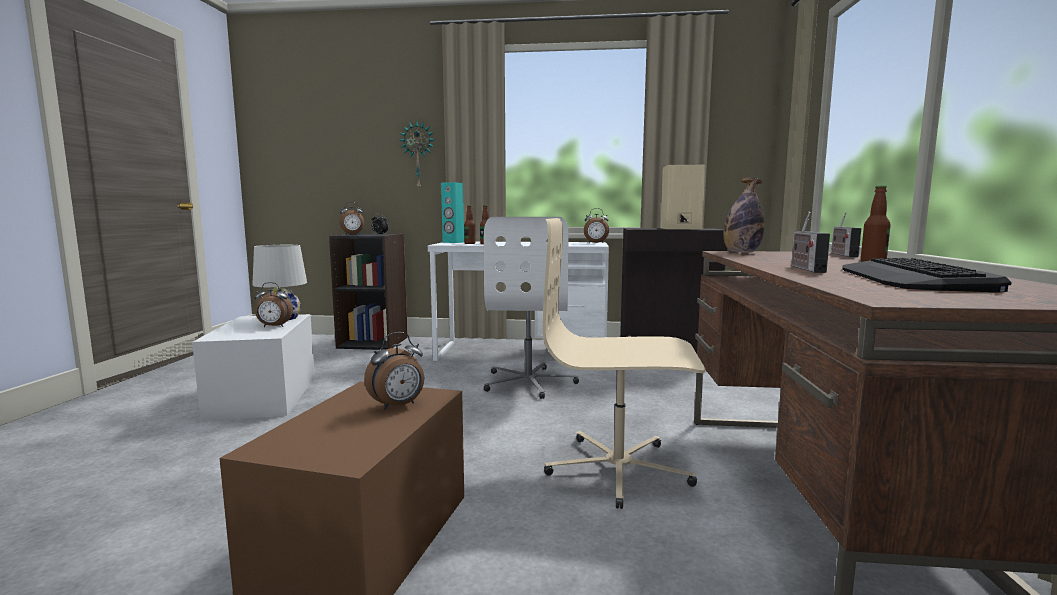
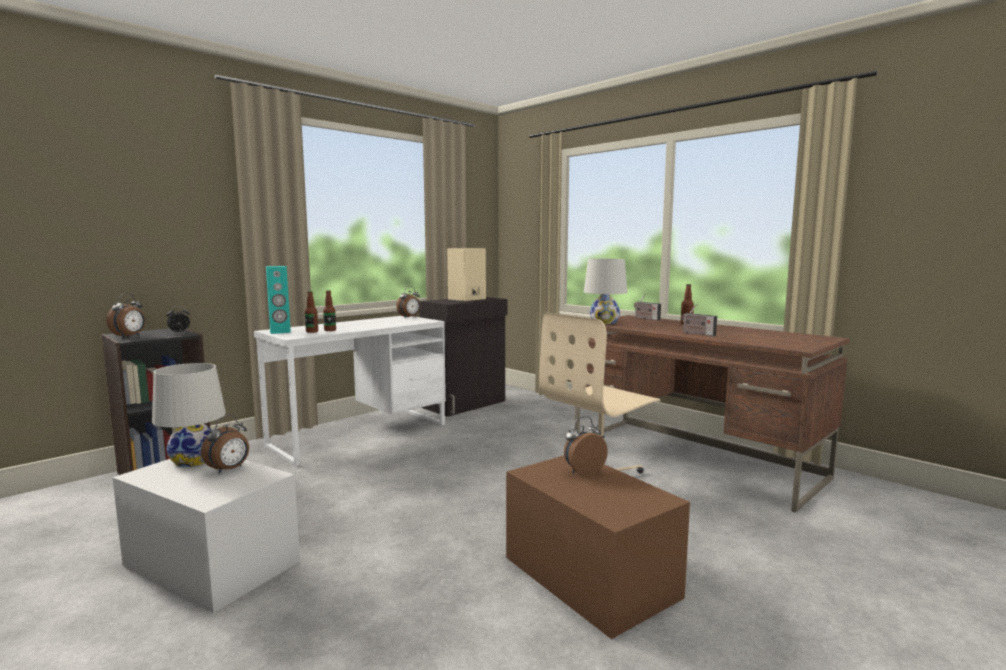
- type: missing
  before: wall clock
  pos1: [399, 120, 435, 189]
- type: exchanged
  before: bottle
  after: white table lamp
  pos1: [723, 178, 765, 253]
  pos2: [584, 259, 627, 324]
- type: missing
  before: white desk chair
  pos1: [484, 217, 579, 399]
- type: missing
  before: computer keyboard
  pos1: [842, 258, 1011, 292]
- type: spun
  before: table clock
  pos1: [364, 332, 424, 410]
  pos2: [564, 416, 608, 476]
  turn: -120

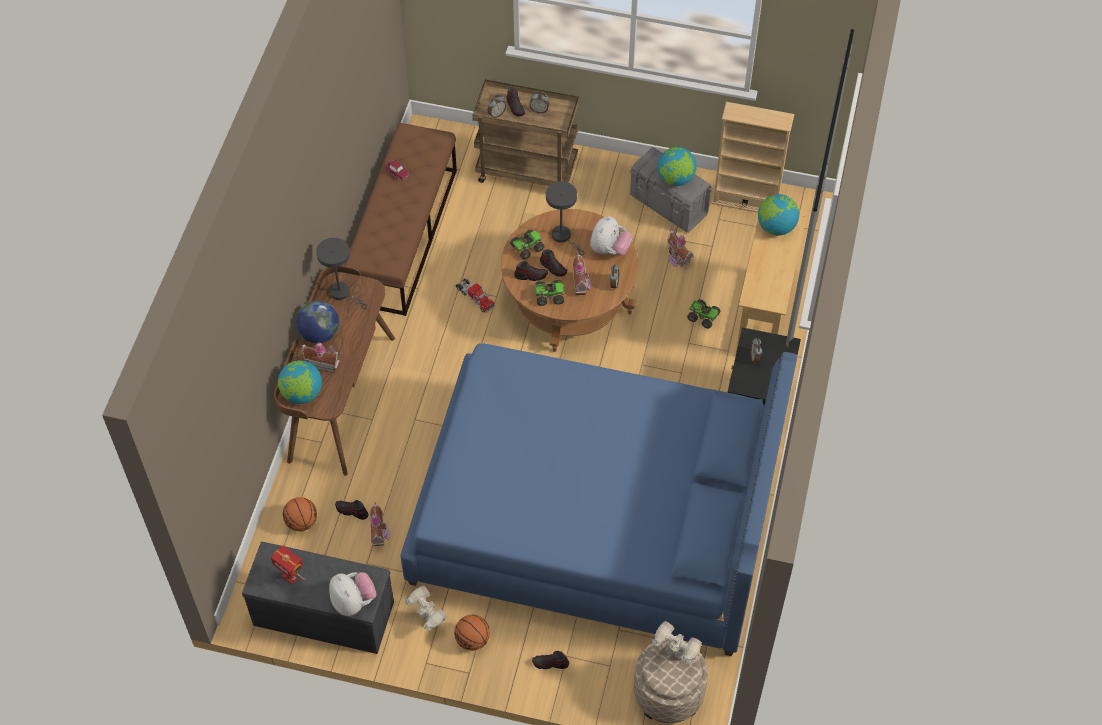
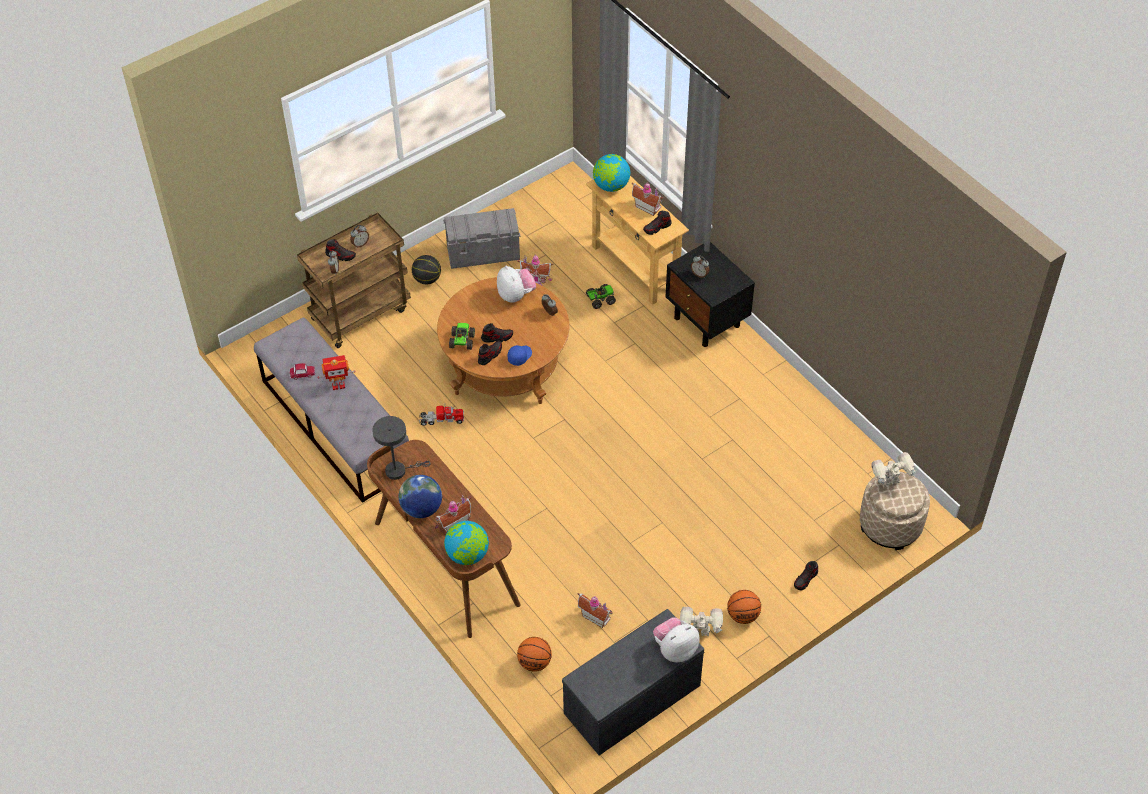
- type: missing
  before: beige shelving unit
  pos1: [712, 102, 794, 213]
- type: colour
  before: brown bench
  after: gray bench
  pos1: [344, 123, 457, 316]
  pos2: [254, 317, 409, 503]
- type: missing
  before: world globe
  pos1: [657, 147, 697, 186]
- type: missing
  before: gray table lamp
  pos1: [546, 181, 584, 256]
- type: relocated
  before: toy house
  pos1: [572, 252, 591, 295]
  pos2: [632, 182, 663, 216]
- type: exchanged
  before: model truck
  after: blue-coloured cap
  pos1: [535, 280, 564, 306]
  pos2: [508, 345, 532, 366]
- type: missing
  before: blue-coloured bed
  pos1: [401, 343, 797, 656]
- type: relocated
  before: item of footwear
  pos1: [335, 500, 368, 520]
  pos2: [643, 211, 672, 235]
- type: relocated
  before: toy robot
  pos1: [271, 545, 305, 584]
  pos2: [317, 355, 356, 390]
- type: spun
  before: soft toy
  pos1: [329, 572, 377, 616]
  pos2: [653, 617, 699, 662]
  turn: -45
- type: appeared
  after: basketball ball
  pos2: [412, 255, 441, 284]

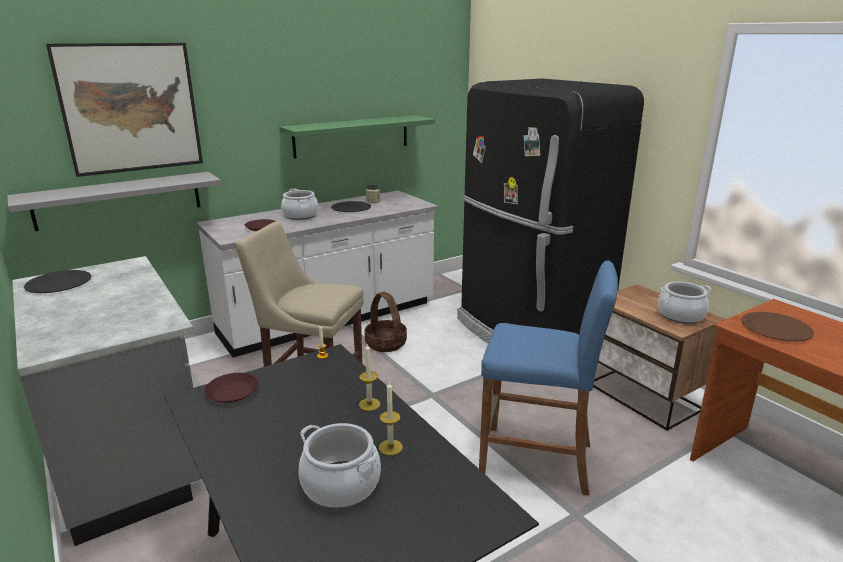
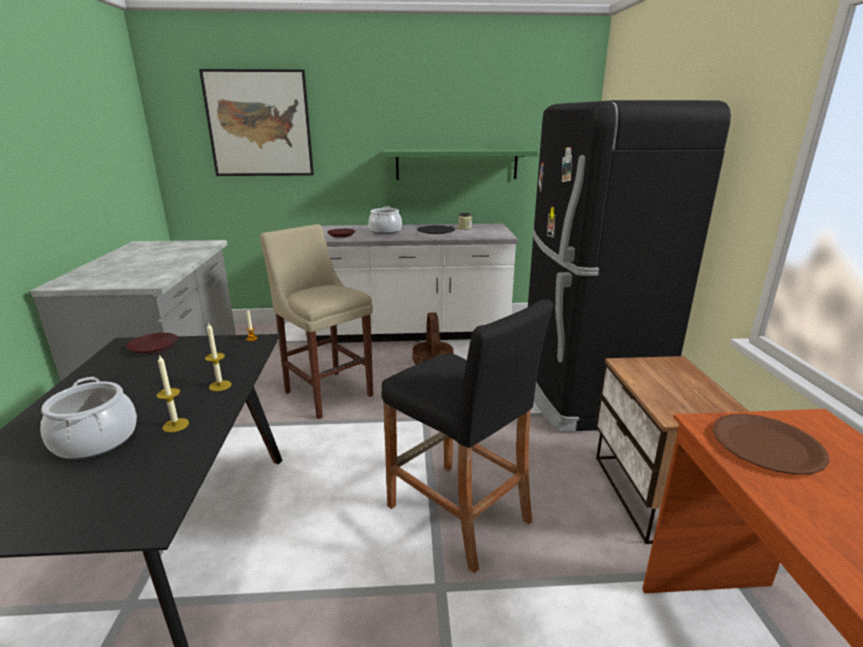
- type: missing
  before: gray wall shelf
  pos1: [7, 172, 221, 231]
- type: colour
  before: blue-coloured stool seat
  after: black-coloured stool seat
  pos1: [479, 260, 618, 495]
  pos2: [381, 299, 553, 574]
- type: missing
  before: black-coloured dinner plate
  pos1: [24, 270, 92, 293]
- type: missing
  before: stockpot
  pos1: [658, 282, 712, 323]

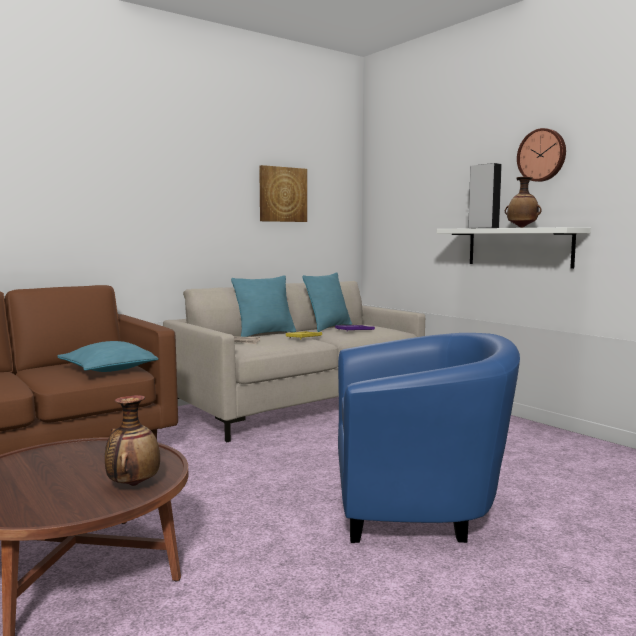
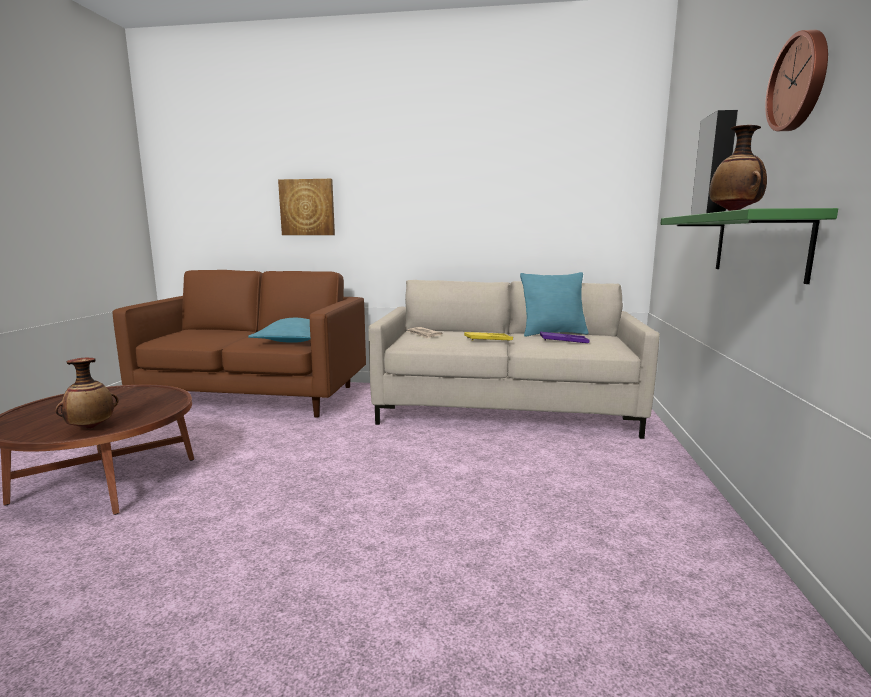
- type: relocated
  before: picture
  pos1: [259, 165, 307, 222]
  pos2: [278, 179, 335, 235]
- type: colour
  before: white wall shelf
  after: green-coloured wall shelf
  pos1: [437, 227, 591, 269]
  pos2: [660, 208, 838, 284]
- type: missing
  before: turquoise-coloured throw pillow
  pos1: [231, 275, 296, 337]
- type: missing
  before: blue-coloured easy chair
  pos1: [338, 333, 520, 543]

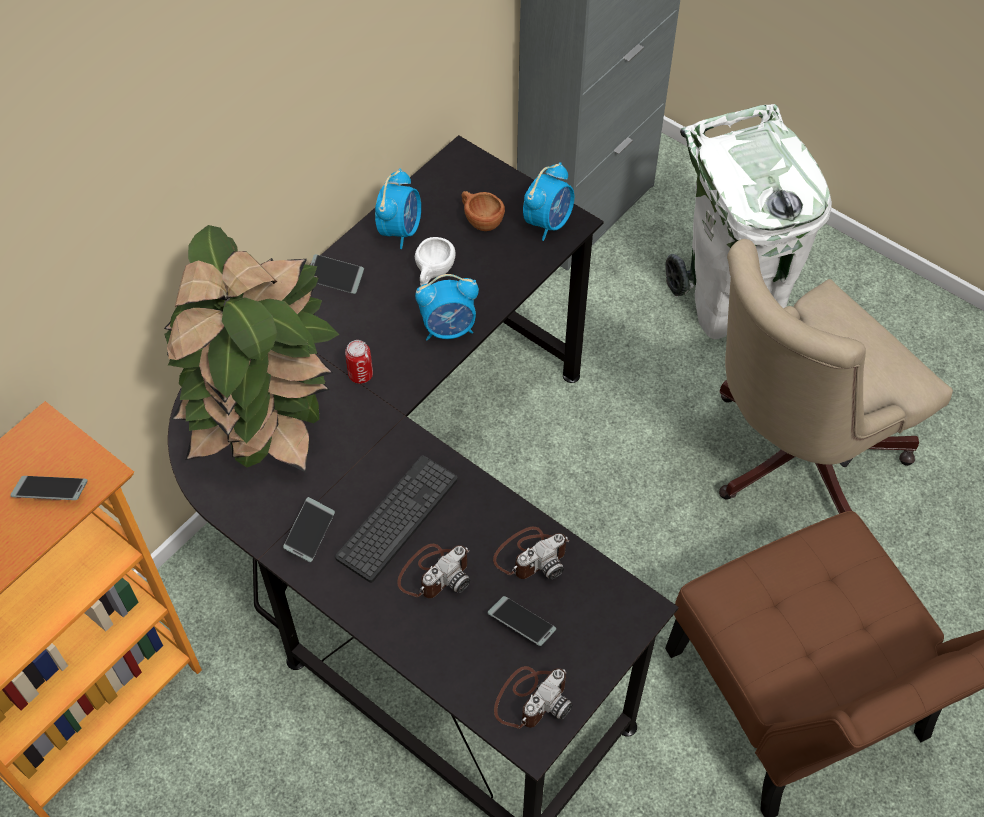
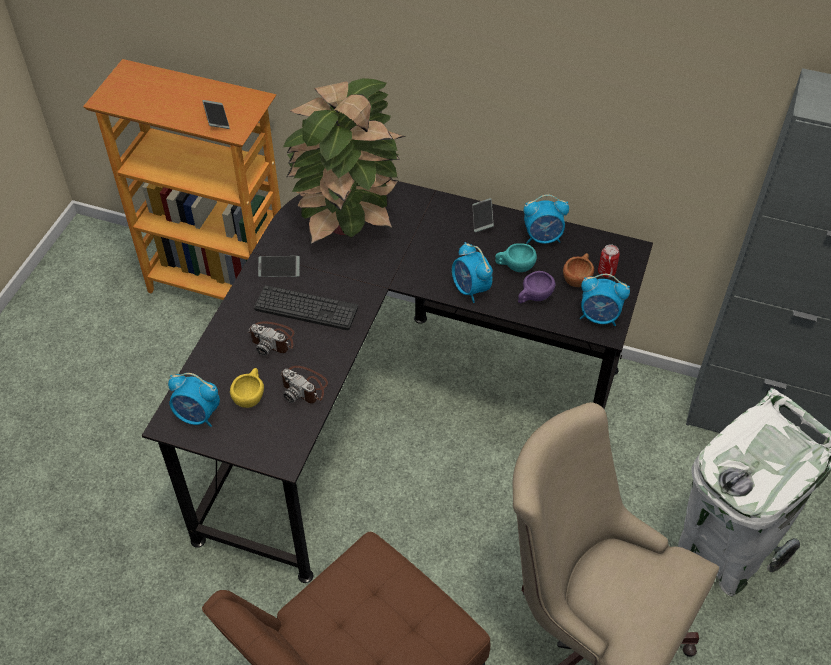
- type: colour
  before: white small cup
  after: turquoise-coloured small cup
  pos1: [415, 237, 456, 286]
  pos2: [495, 243, 537, 272]
- type: relocated
  before: sealed can
  pos1: [345, 340, 373, 384]
  pos2: [598, 244, 620, 278]
- type: exchanged
  before: phone
  after: yellow-coloured small cup
  pos1: [488, 596, 556, 646]
  pos2: [230, 368, 264, 408]
- type: exchanged
  before: photo camera
  after: table clock
  pos1: [494, 666, 573, 729]
  pos2: [168, 373, 220, 427]
- type: appeared
  after: purplish small cup
  pos2: [518, 271, 555, 303]

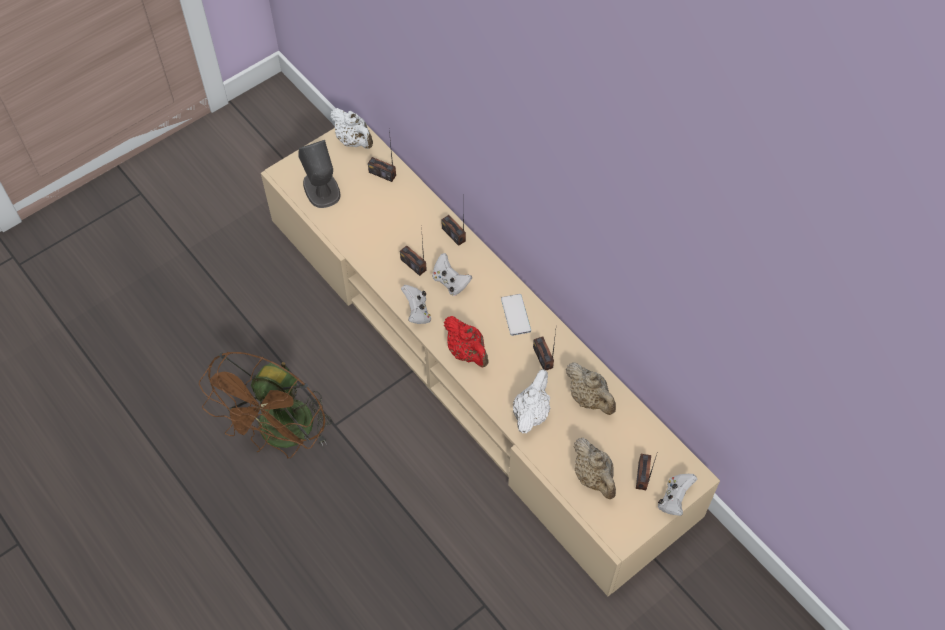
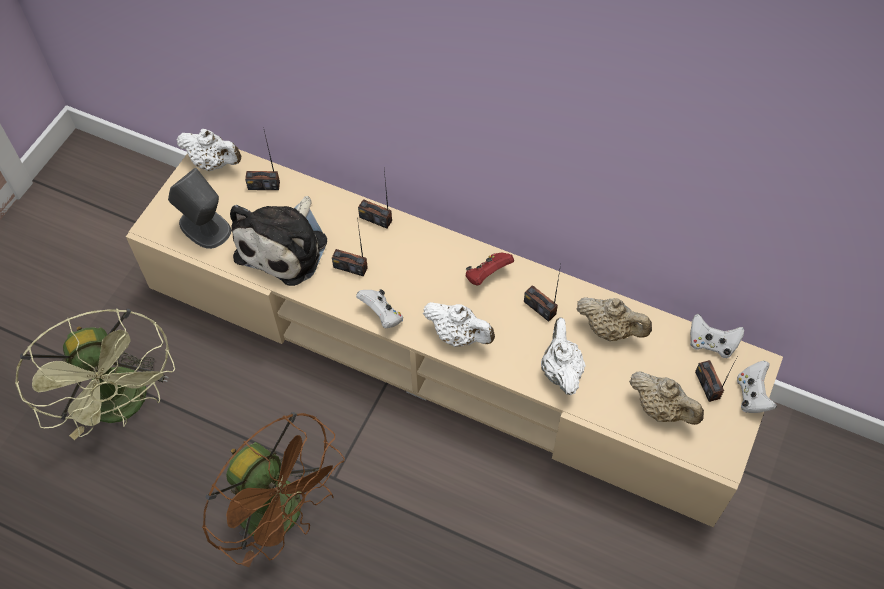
- type: relocated
  before: white game controller
  pos1: [432, 253, 472, 296]
  pos2: [690, 314, 744, 358]
- type: exchanged
  before: phone
  after: reddish game controller
  pos1: [501, 294, 531, 336]
  pos2: [466, 253, 514, 286]
- type: colour
  before: reddish tea pot
  after: white tea pot
  pos1: [444, 316, 488, 367]
  pos2: [423, 302, 495, 347]
- type: spun
  before: brown fan
  pos1: [199, 352, 333, 458]
  pos2: [202, 412, 345, 567]
  turn: -45
- type: appeared
  after: soft toy
  pos2: [230, 196, 327, 286]
- type: appeared
  after: green-coloured fan
  pos2: [15, 308, 175, 440]

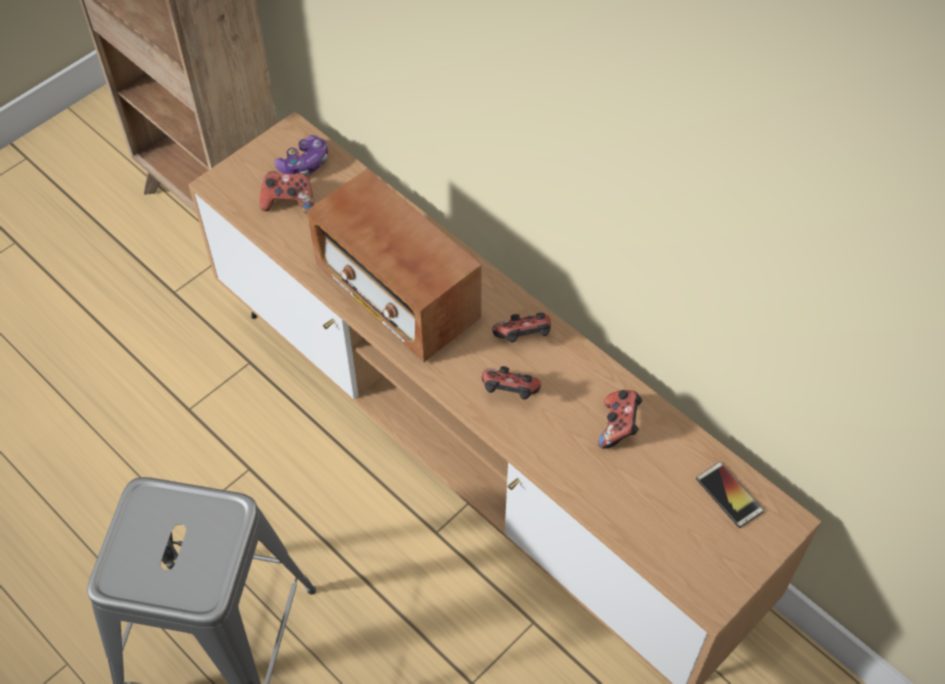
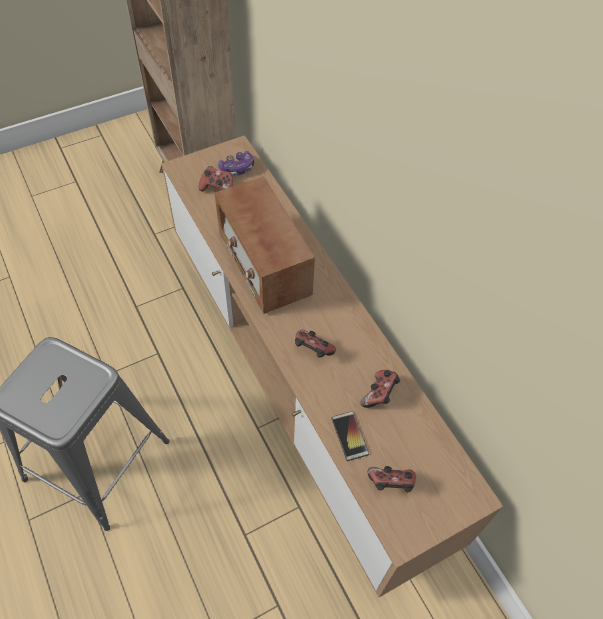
- type: relocated
  before: game controller
  pos1: [492, 313, 551, 343]
  pos2: [368, 466, 416, 492]
- type: relocated
  before: phone
  pos1: [696, 462, 764, 528]
  pos2: [331, 411, 369, 461]

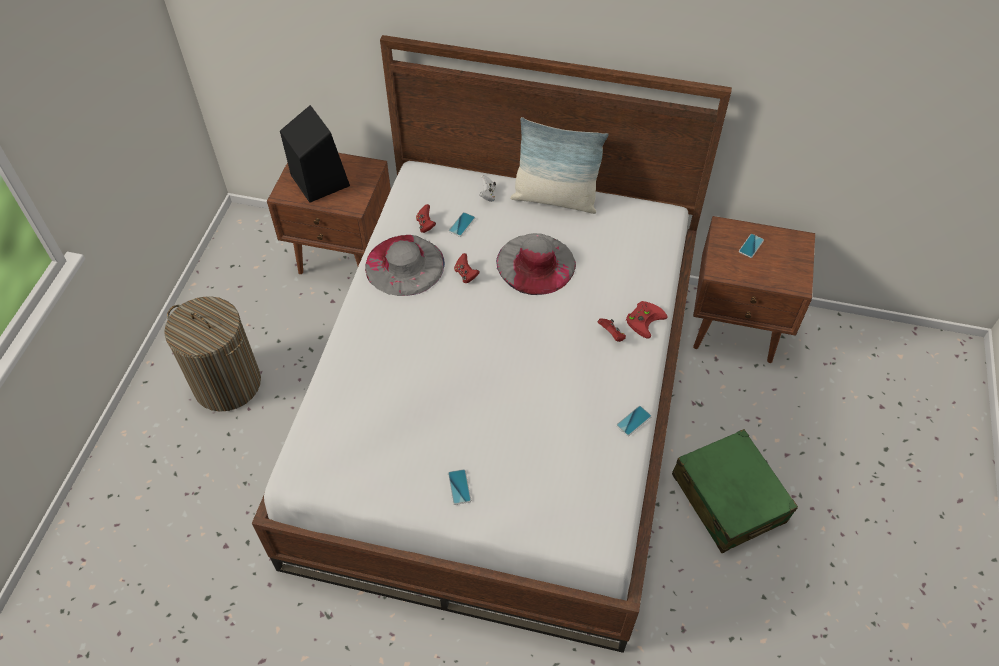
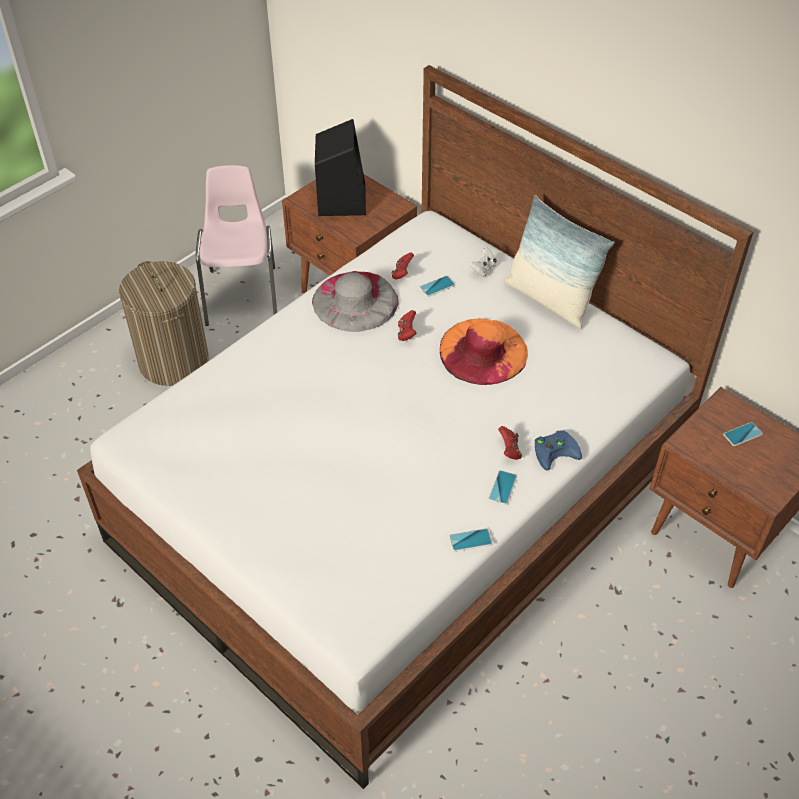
- type: colour
  before: gray hat
  after: orangey hat
  pos1: [496, 233, 576, 295]
  pos2: [440, 319, 528, 385]
- type: colour
  before: reddish game controller
  after: blue-coloured game controller
  pos1: [626, 301, 668, 338]
  pos2: [535, 430, 582, 470]
- type: missing
  before: green-coloured travel case
  pos1: [672, 429, 798, 553]
- type: relocated
  before: phone
  pos1: [448, 469, 471, 505]
  pos2: [488, 470, 517, 505]
- type: appeared
  after: pink upright chair
  pos2: [196, 165, 277, 326]

